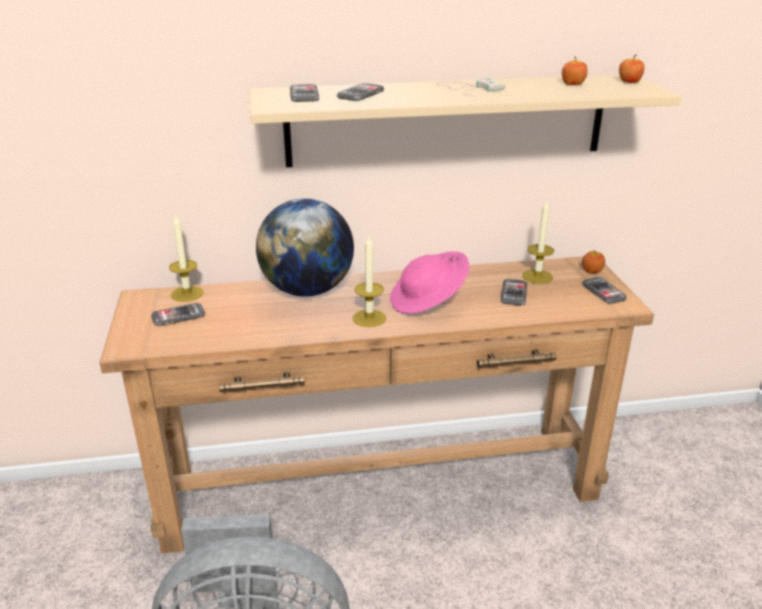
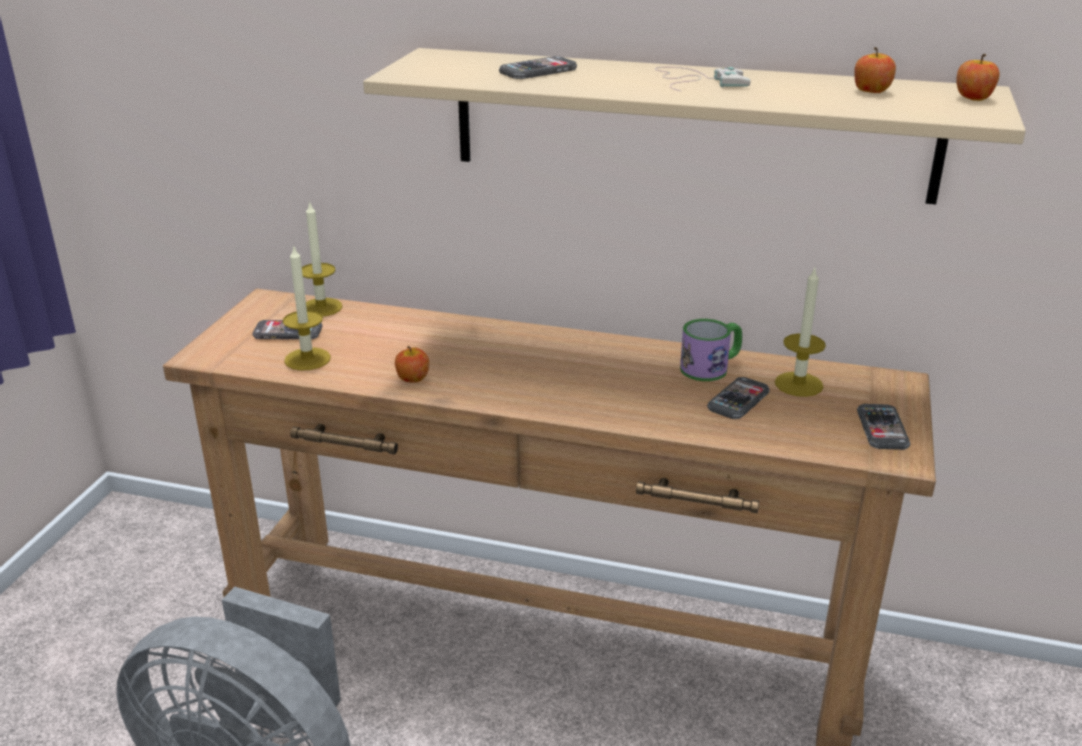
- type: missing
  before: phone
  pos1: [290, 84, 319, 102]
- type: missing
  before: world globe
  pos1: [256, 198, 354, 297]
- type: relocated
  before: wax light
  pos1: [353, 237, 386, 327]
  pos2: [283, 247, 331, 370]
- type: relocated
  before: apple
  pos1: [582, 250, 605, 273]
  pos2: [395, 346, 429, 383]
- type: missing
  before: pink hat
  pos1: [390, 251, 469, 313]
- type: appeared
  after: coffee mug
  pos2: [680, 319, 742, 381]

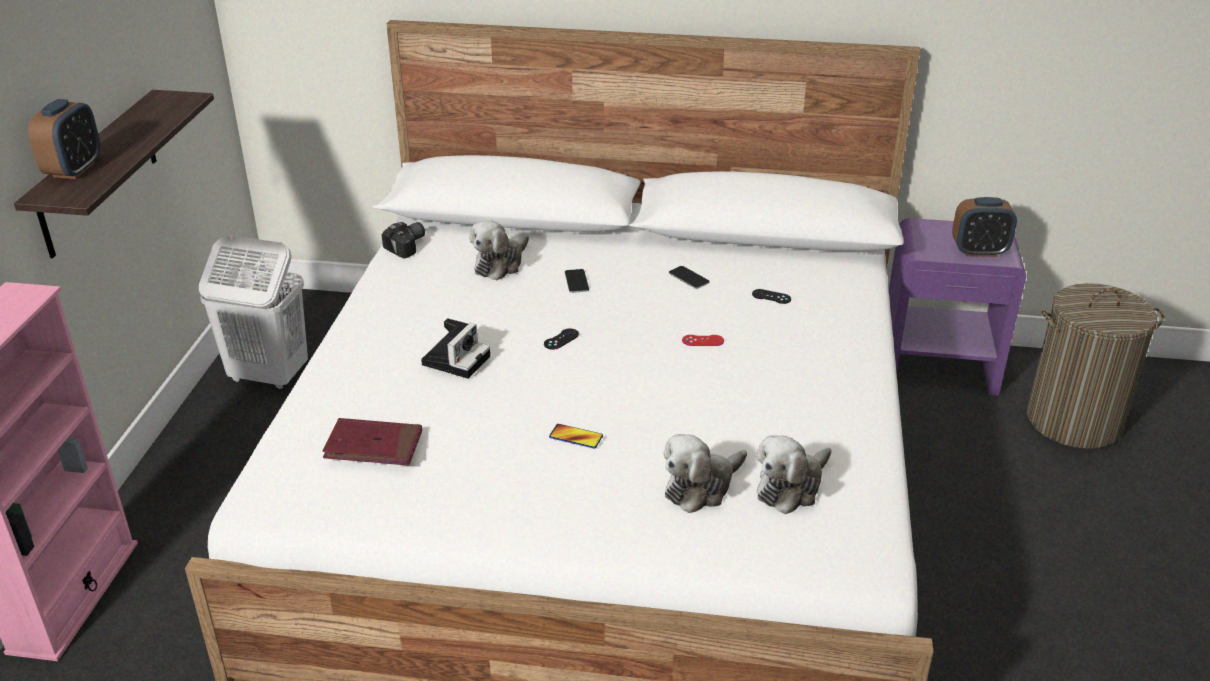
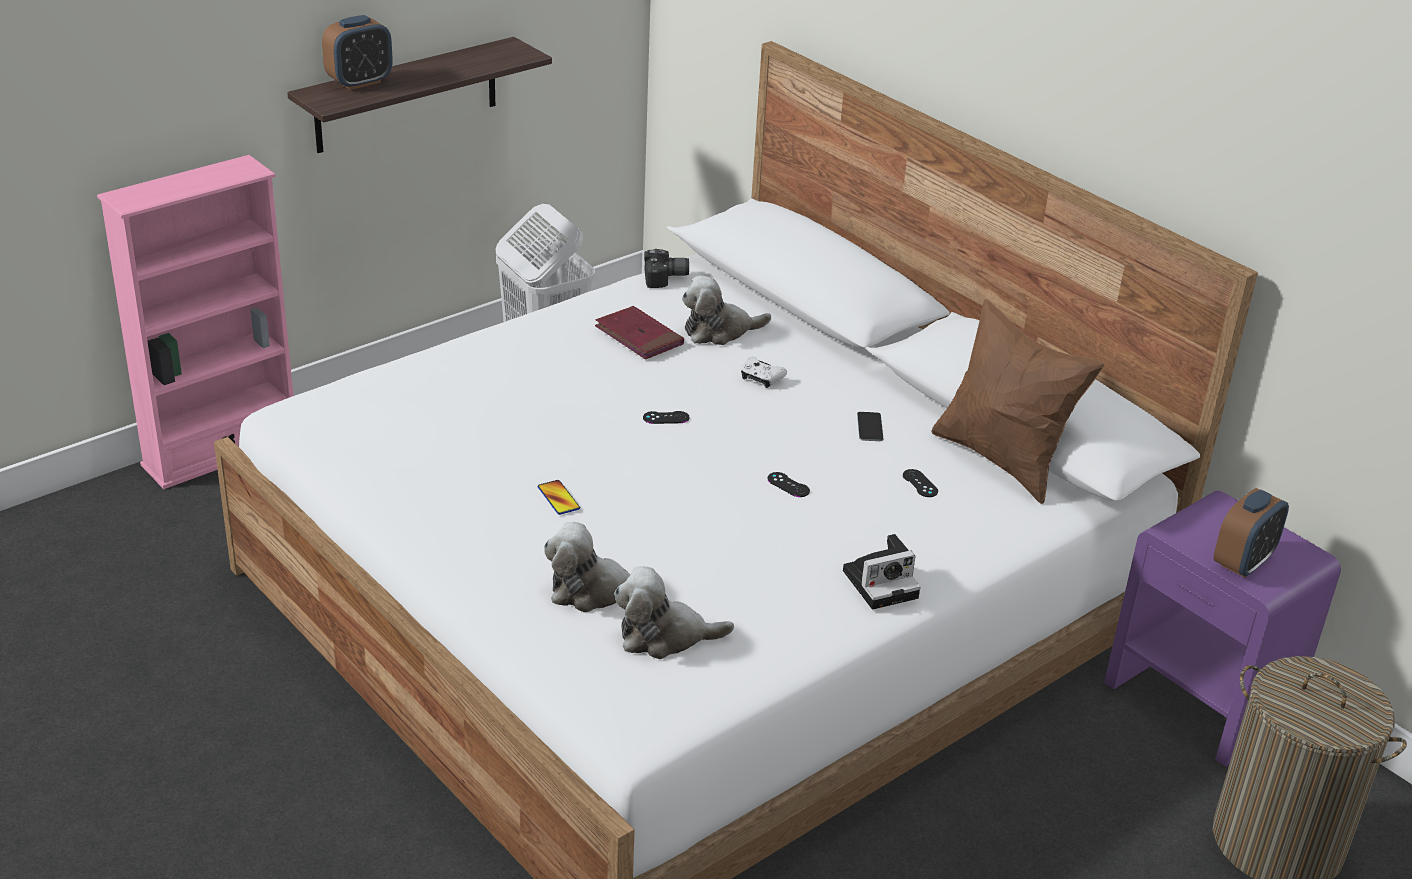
- type: spun
  before: table clock
  pos1: [952, 197, 1017, 257]
  pos2: [1214, 488, 1289, 578]
  turn: -90
- type: exchanged
  before: phone
  after: white game controller
  pos1: [565, 269, 589, 293]
  pos2: [741, 357, 787, 388]
- type: relocated
  before: photo camera
  pos1: [421, 318, 490, 379]
  pos2: [843, 534, 921, 610]
- type: colour
  before: reddish game controller
  after: black-coloured game controller
  pos1: [682, 335, 724, 346]
  pos2: [767, 472, 810, 497]
- type: relocated
  before: reddish bound book
  pos1: [323, 418, 422, 466]
  pos2: [595, 306, 684, 360]
- type: appeared
  after: brown throw pillow
  pos2: [931, 299, 1104, 504]

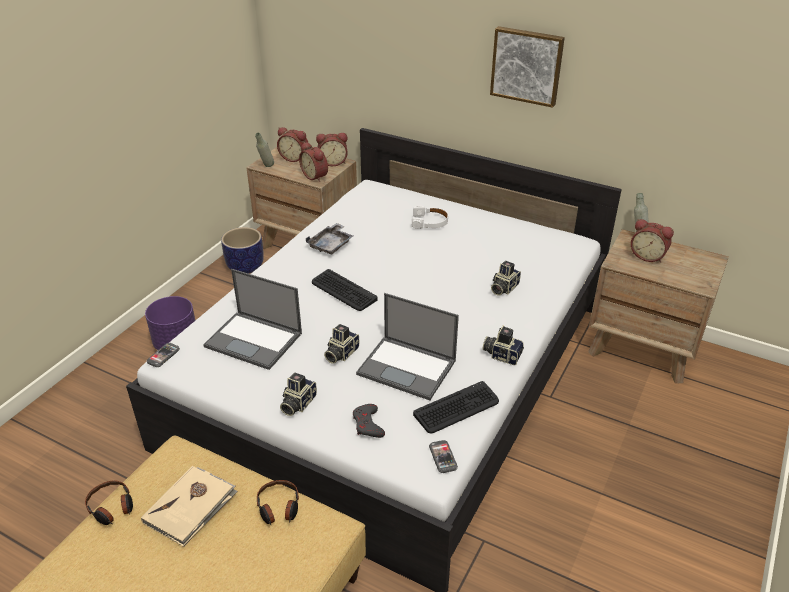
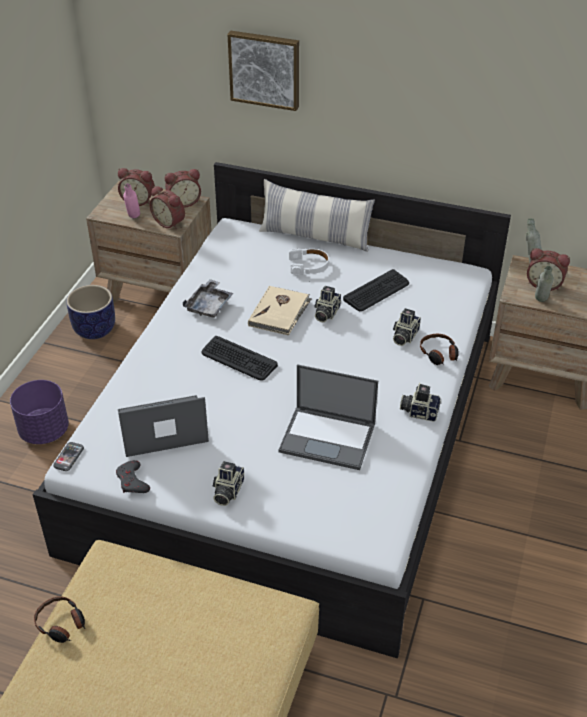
- type: relocated
  before: picture
  pos1: [490, 26, 565, 108]
  pos2: [227, 31, 299, 111]
- type: relocated
  before: gray bottle
  pos1: [255, 132, 274, 167]
  pos2: [535, 266, 554, 302]
- type: spun
  before: notebook computer
  pos1: [203, 269, 302, 370]
  pos2: [118, 395, 209, 457]
  turn: 150
- type: relocated
  before: photo camera
  pos1: [324, 324, 359, 364]
  pos2: [314, 286, 341, 322]
- type: relocated
  before: computer keyboard
  pos1: [413, 381, 499, 433]
  pos2: [343, 269, 409, 311]
- type: relocated
  before: gray game controller
  pos1: [353, 404, 385, 438]
  pos2: [116, 460, 150, 493]
- type: missing
  before: phone
  pos1: [429, 440, 458, 473]
- type: relocated
  before: beige bound book
  pos1: [141, 466, 238, 547]
  pos2: [248, 286, 312, 335]
- type: relocated
  before: headphones
  pos1: [257, 480, 299, 526]
  pos2: [420, 334, 459, 365]
- type: appeared
  after: throw pillow
  pos2: [259, 179, 375, 252]
- type: appeared
  after: pink bottle
  pos2: [123, 183, 140, 219]

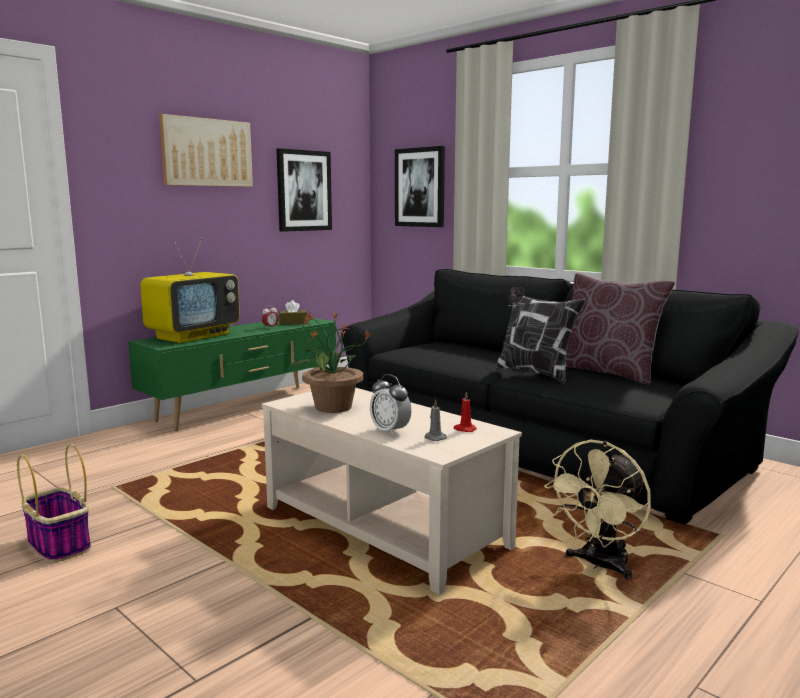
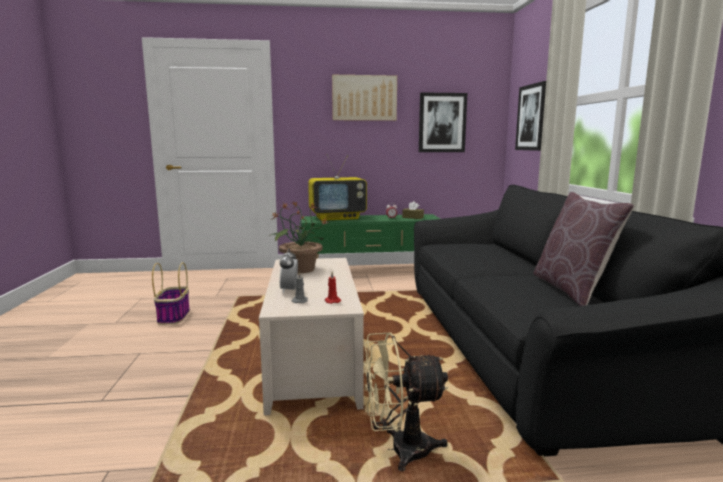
- type: missing
  before: throw pillow
  pos1: [495, 287, 586, 384]

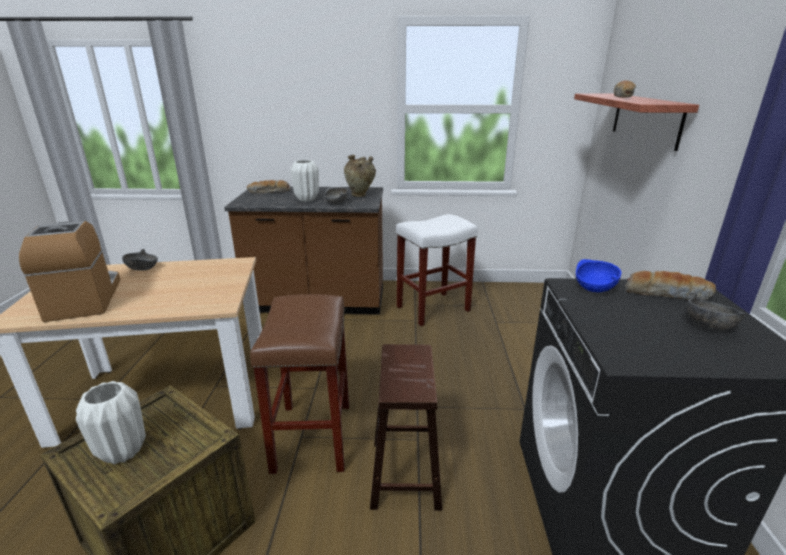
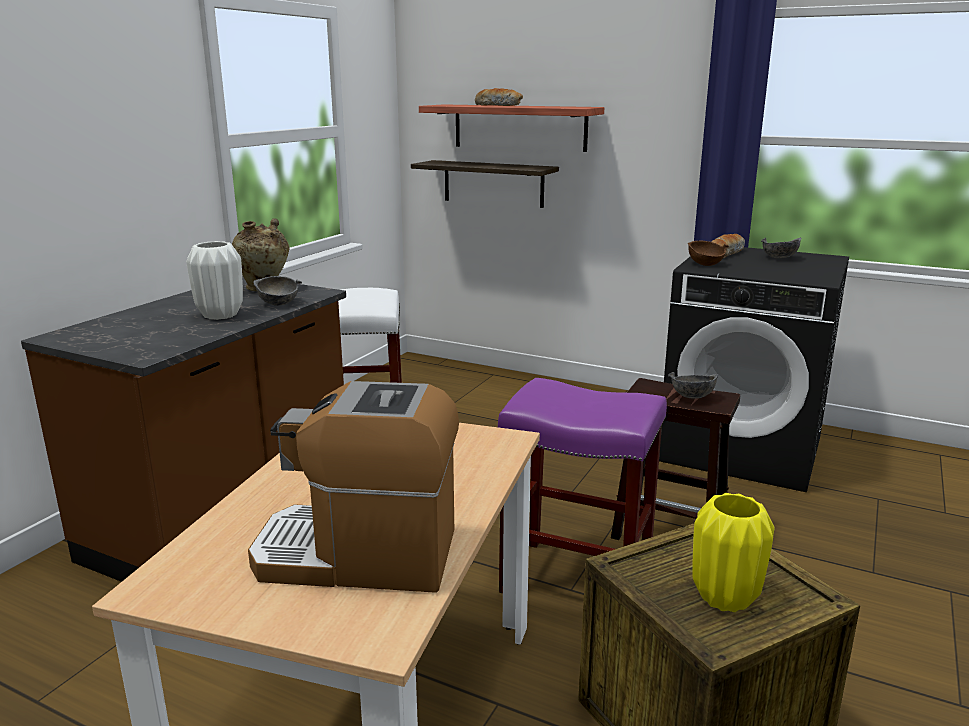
- type: missing
  before: baked bread
  pos1: [247, 180, 290, 193]
- type: relocated
  before: gray deep dish
  pos1: [122, 249, 158, 271]
  pos2: [668, 372, 719, 398]
- type: colour
  before: blue-coloured deep dish
  after: brown deep dish
  pos1: [576, 259, 622, 292]
  pos2: [688, 241, 729, 266]
- type: colour
  before: brown stool seat
  after: purplish stool seat
  pos1: [250, 294, 349, 474]
  pos2: [498, 378, 667, 593]
- type: colour
  before: white decorative vase
  after: yellow-coloured decorative vase
  pos1: [76, 381, 146, 464]
  pos2: [693, 493, 775, 612]
- type: appeared
  after: wall shelf
  pos2: [411, 160, 559, 208]

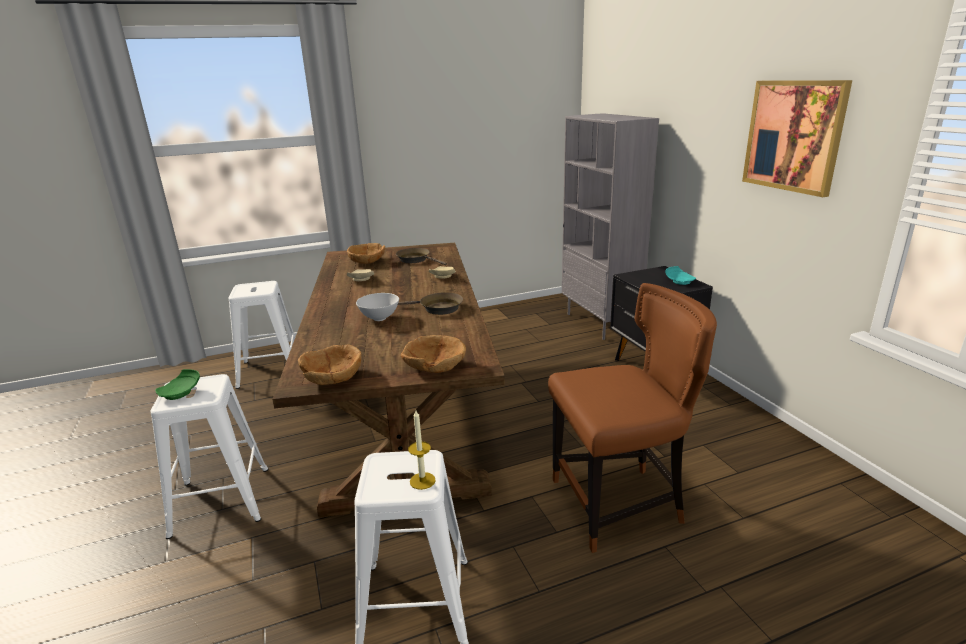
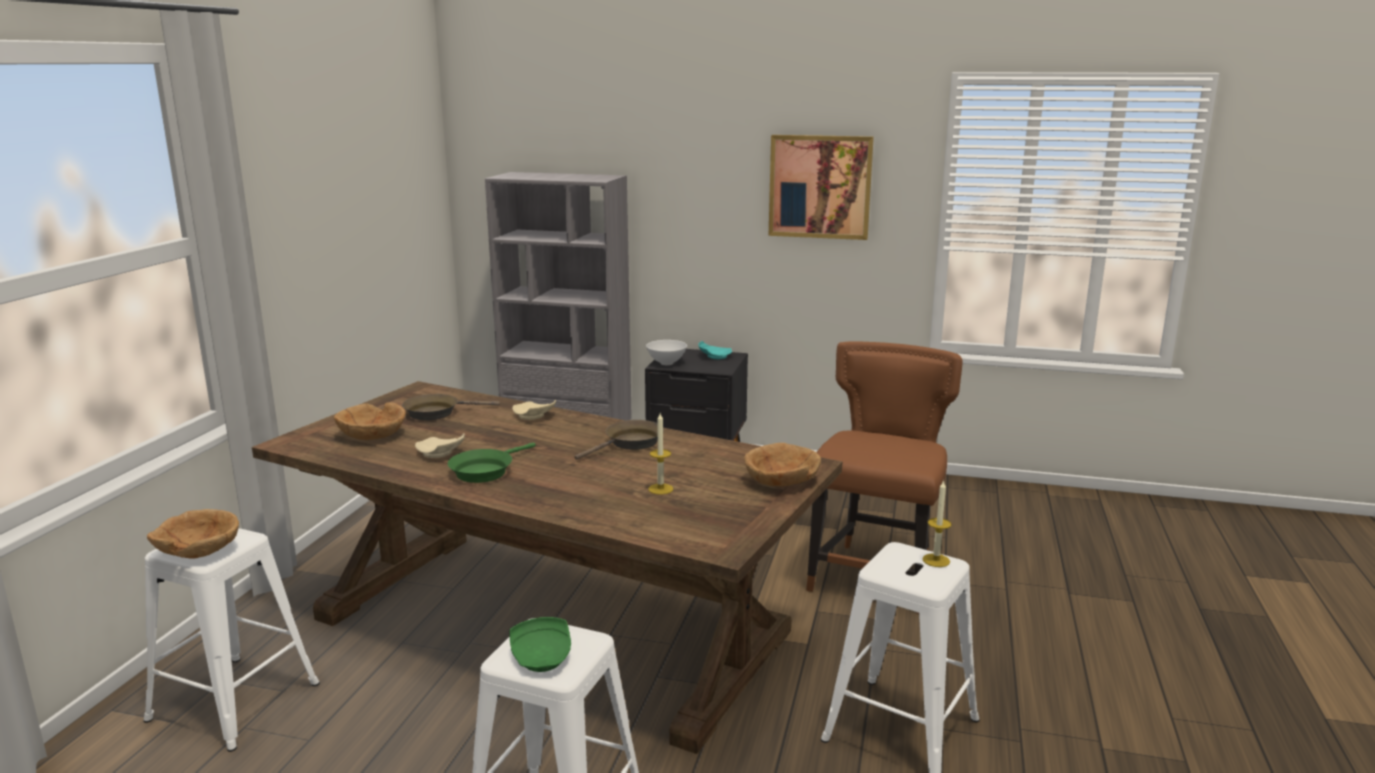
- type: relocated
  before: white deep dish
  pos1: [356, 293, 399, 321]
  pos2: [646, 340, 687, 365]
- type: relocated
  before: brown deep dish
  pos1: [298, 344, 361, 385]
  pos2: [147, 509, 239, 559]
- type: appeared
  after: wax light
  pos2: [648, 413, 673, 495]
- type: appeared
  after: green-coloured skillet
  pos2: [448, 443, 536, 483]

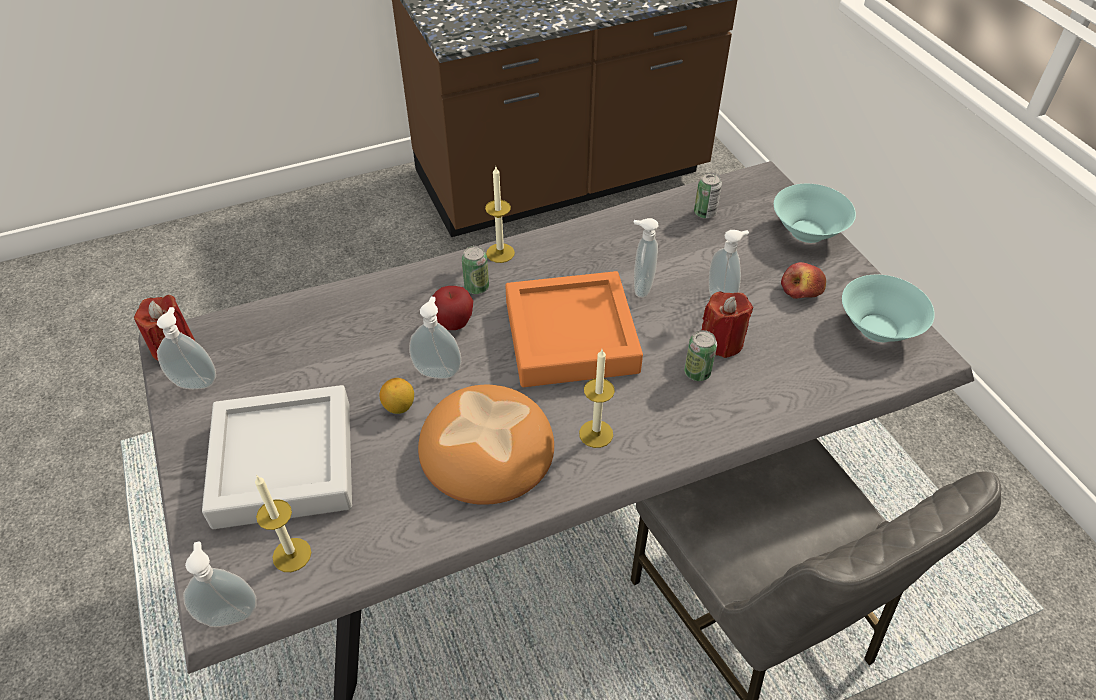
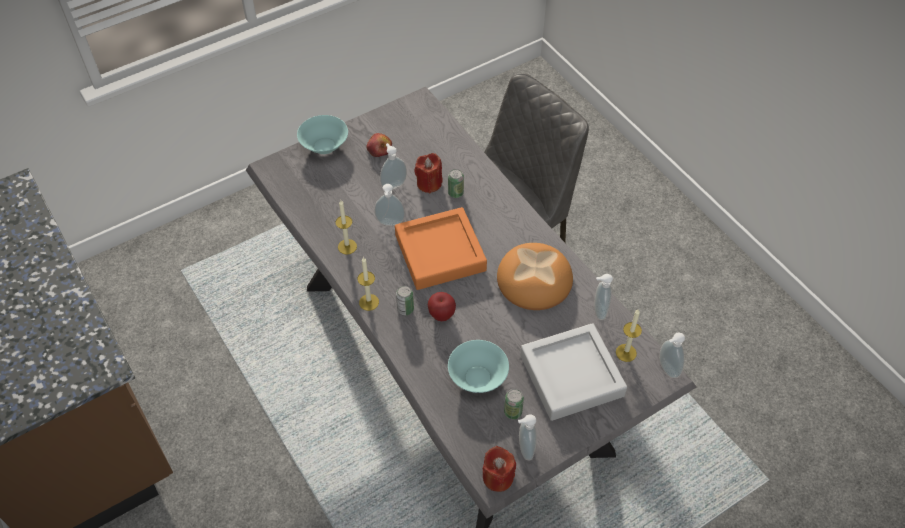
- type: relocated
  before: sealed can
  pos1: [694, 173, 722, 219]
  pos2: [504, 389, 524, 419]
- type: relocated
  before: turquoise-coloured deep dish
  pos1: [842, 275, 935, 342]
  pos2: [448, 340, 509, 393]
- type: relocated
  before: liquid soap bottle
  pos1: [409, 297, 461, 379]
  pos2: [594, 274, 613, 320]
- type: relocated
  before: wax light
  pos1: [579, 349, 615, 448]
  pos2: [335, 200, 357, 255]
- type: missing
  before: whole lemon
  pos1: [379, 378, 414, 414]

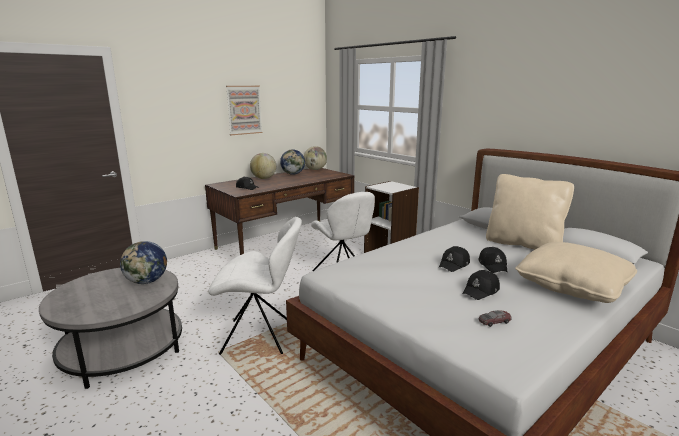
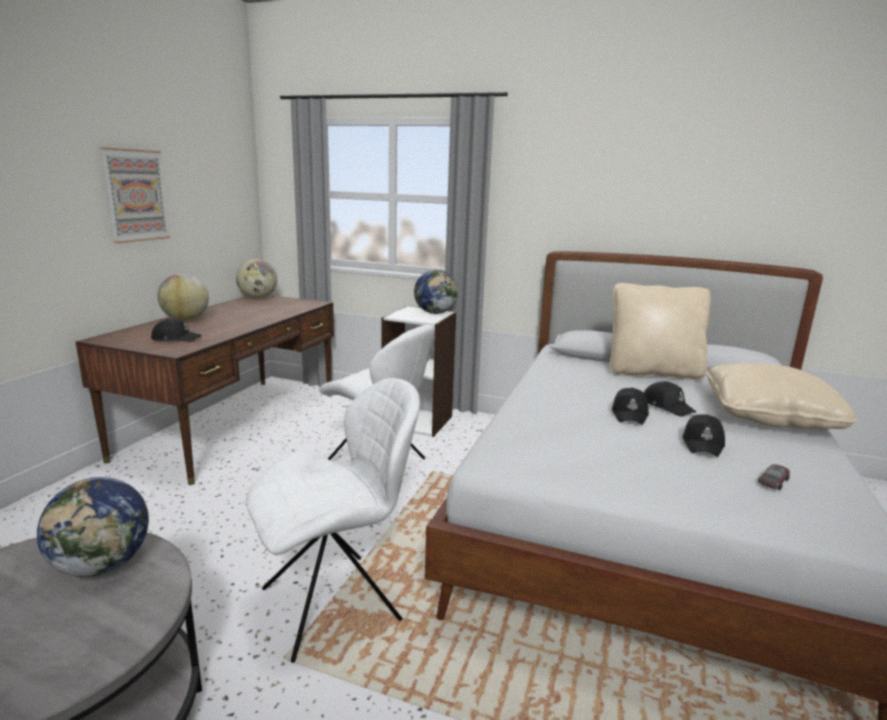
- type: relocated
  before: world globe
  pos1: [280, 150, 305, 175]
  pos2: [414, 270, 458, 314]

